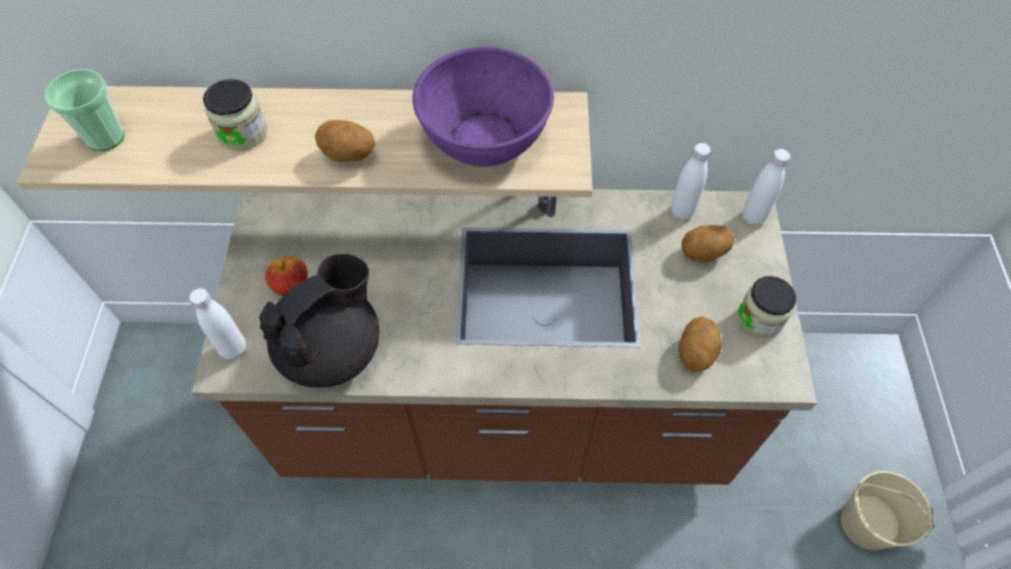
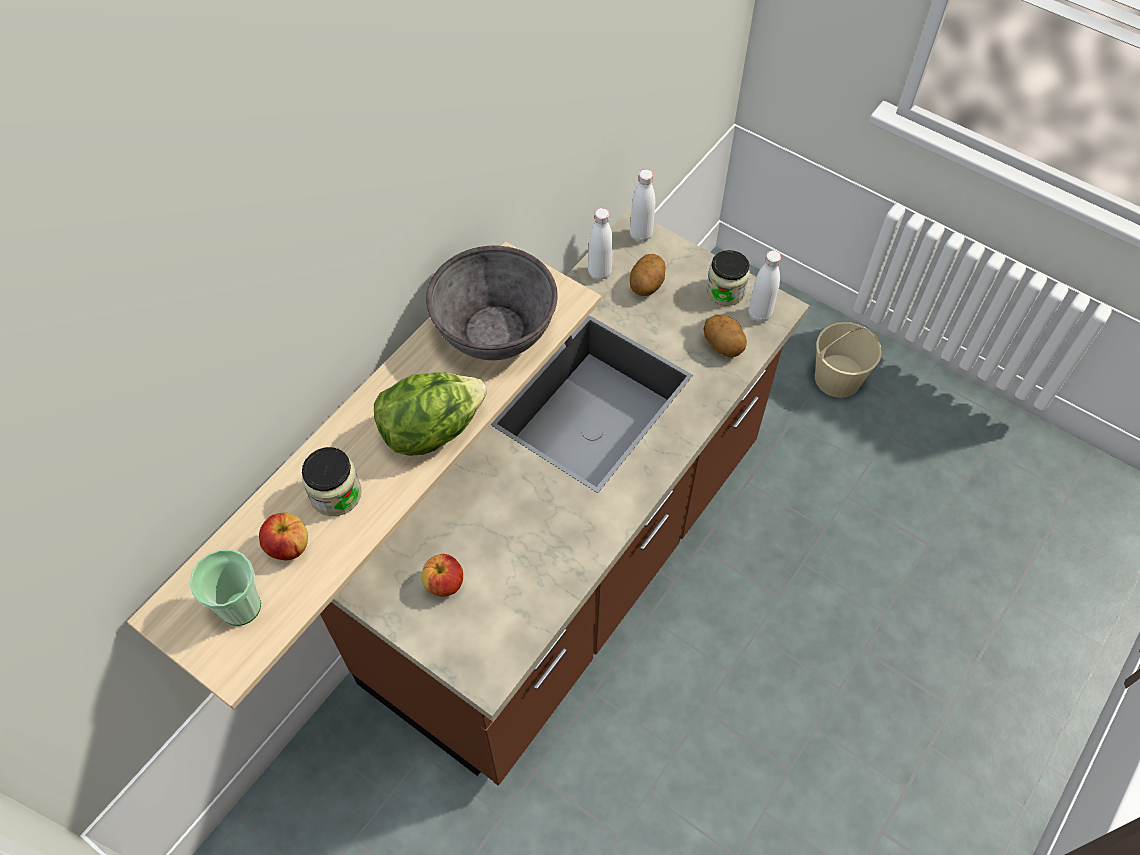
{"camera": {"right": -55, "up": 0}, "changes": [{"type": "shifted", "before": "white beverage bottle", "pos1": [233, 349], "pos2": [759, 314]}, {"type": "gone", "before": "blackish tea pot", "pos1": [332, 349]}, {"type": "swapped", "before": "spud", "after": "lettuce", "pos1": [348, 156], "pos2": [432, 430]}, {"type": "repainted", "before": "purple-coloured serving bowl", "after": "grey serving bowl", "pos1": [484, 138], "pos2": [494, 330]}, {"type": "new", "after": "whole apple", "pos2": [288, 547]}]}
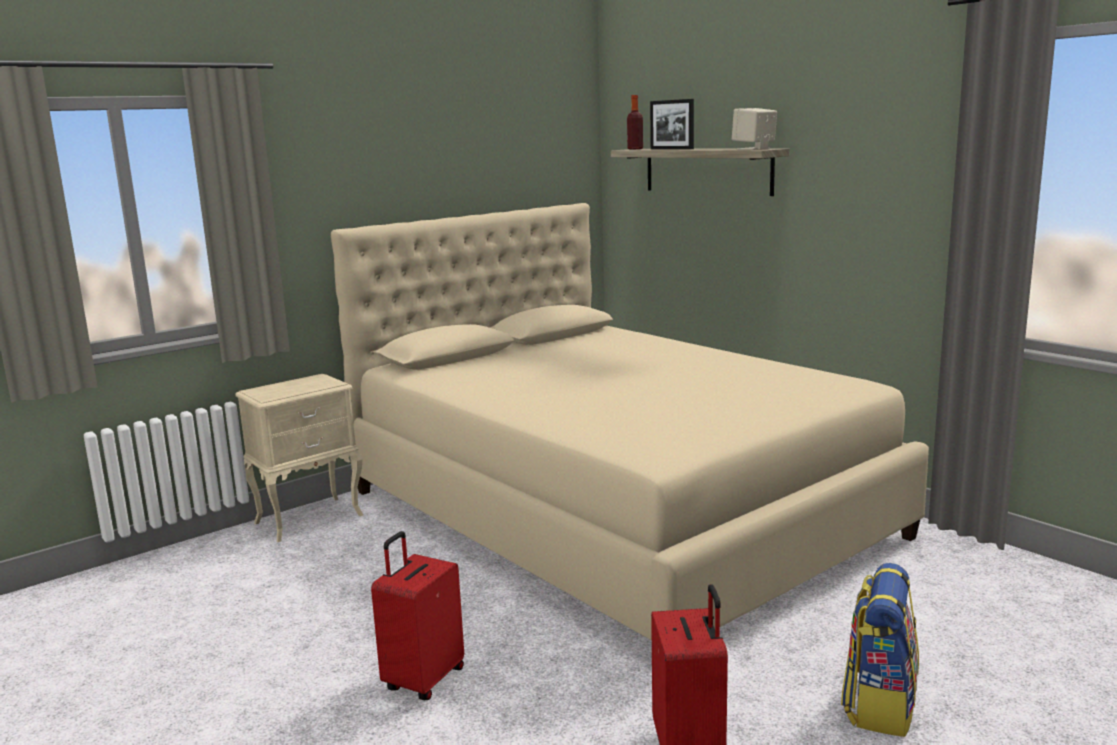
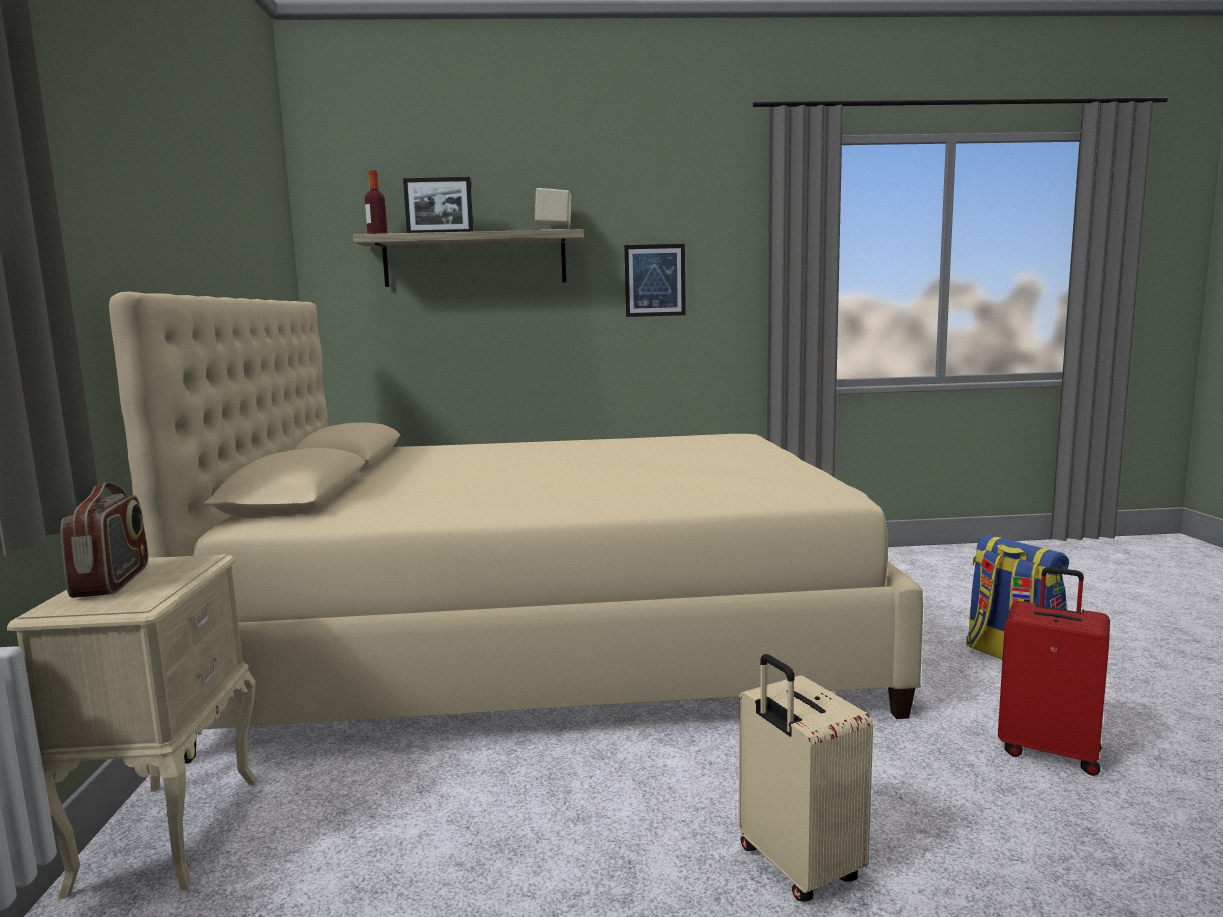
{"camera": {"right": -55, "up": -5}, "changes": [{"type": "repainted", "before": "red-coloured piece of luggage", "after": "beige-coloured piece of luggage", "pos1": [423, 679], "pos2": [796, 867]}, {"type": "new", "after": "radio", "pos2": [113, 581]}, {"type": "new", "after": "wall picture", "pos2": [655, 280]}]}
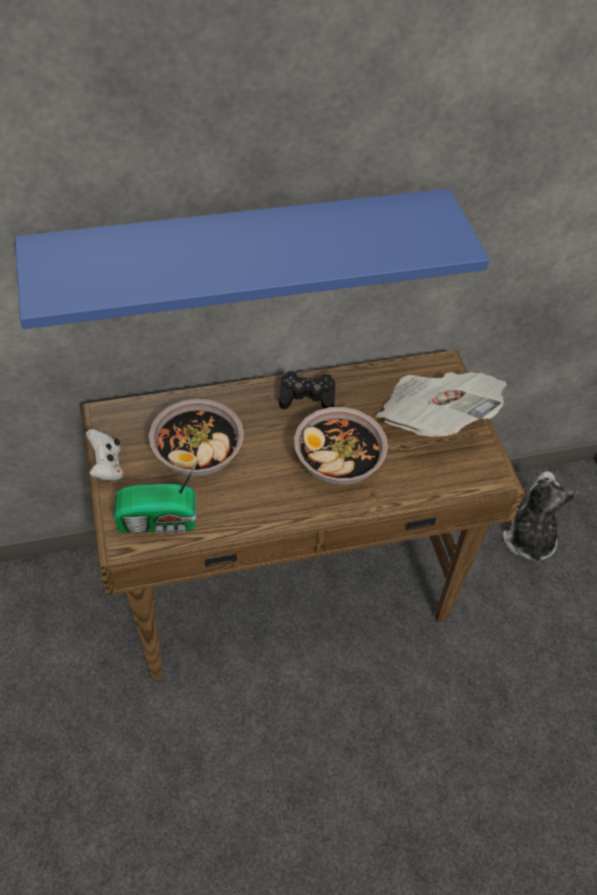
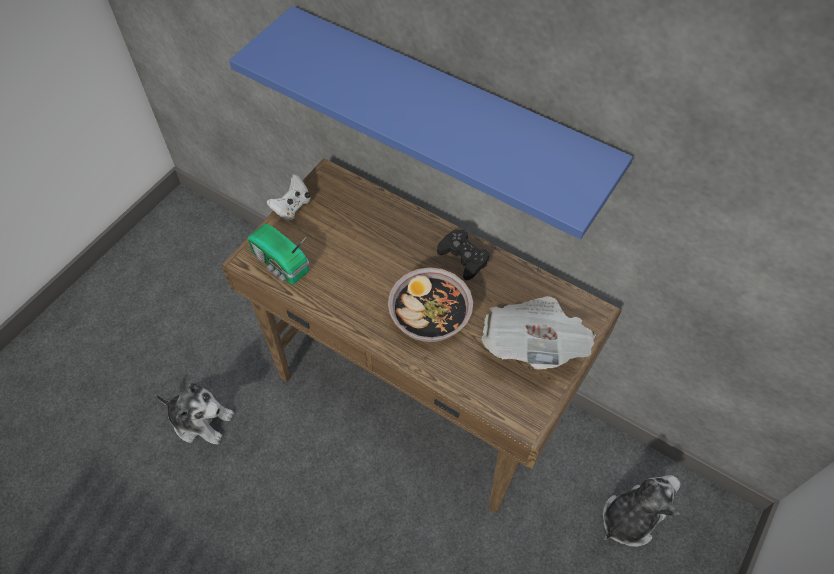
{"camera": {"right": 50, "up": 5}, "changes": [{"type": "gone", "before": "serving bowl", "pos1": [198, 453]}, {"type": "new", "after": "plush toy", "pos2": [201, 420]}]}
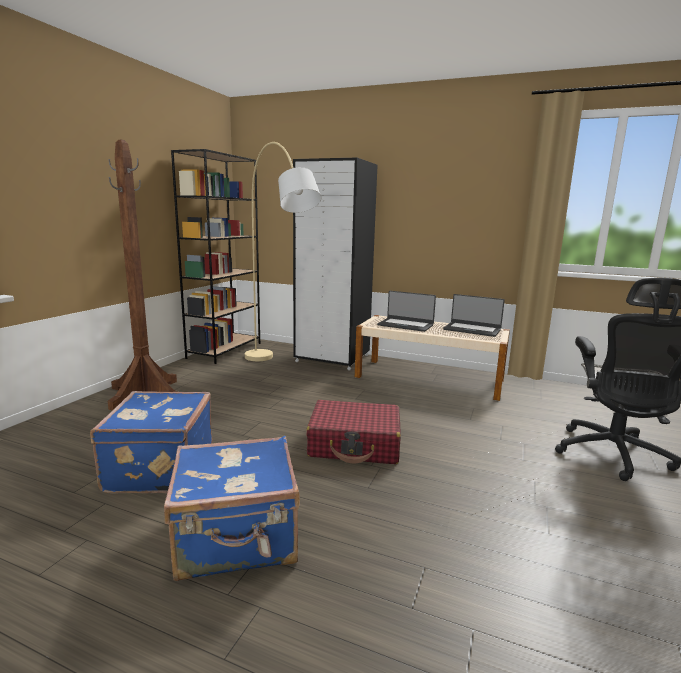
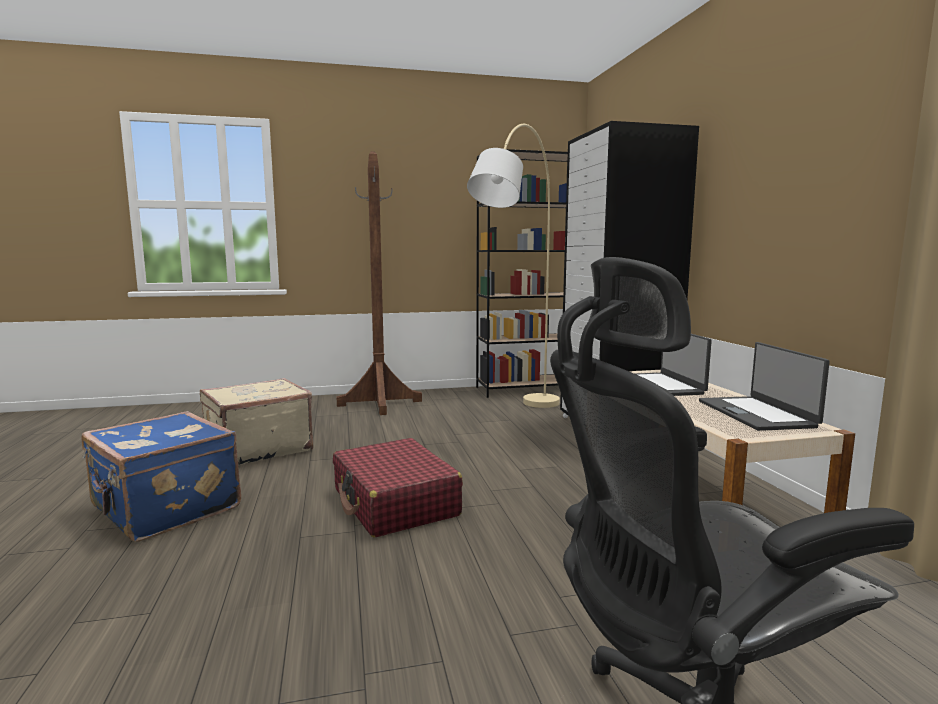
{"camera": {"right": 55, "up": -5}, "changes": [{"type": "repainted", "before": "bluish piece of luggage", "after": "beige-coloured piece of luggage", "pos1": [158, 468], "pos2": [257, 449]}]}
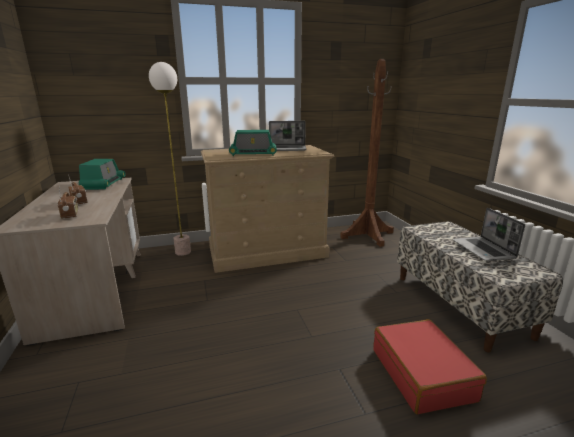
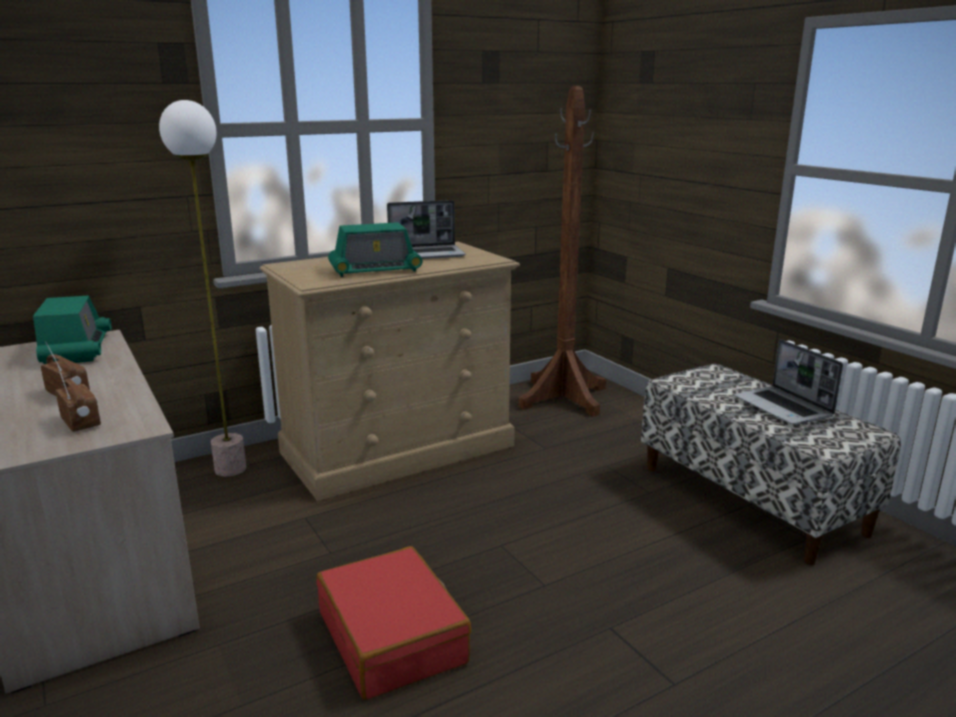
{"camera": {"right": -15, "up": 0}, "changes": [{"type": "shifted", "before": "red-coloured piece of luggage", "pos1": [422, 374], "pos2": [393, 637]}]}
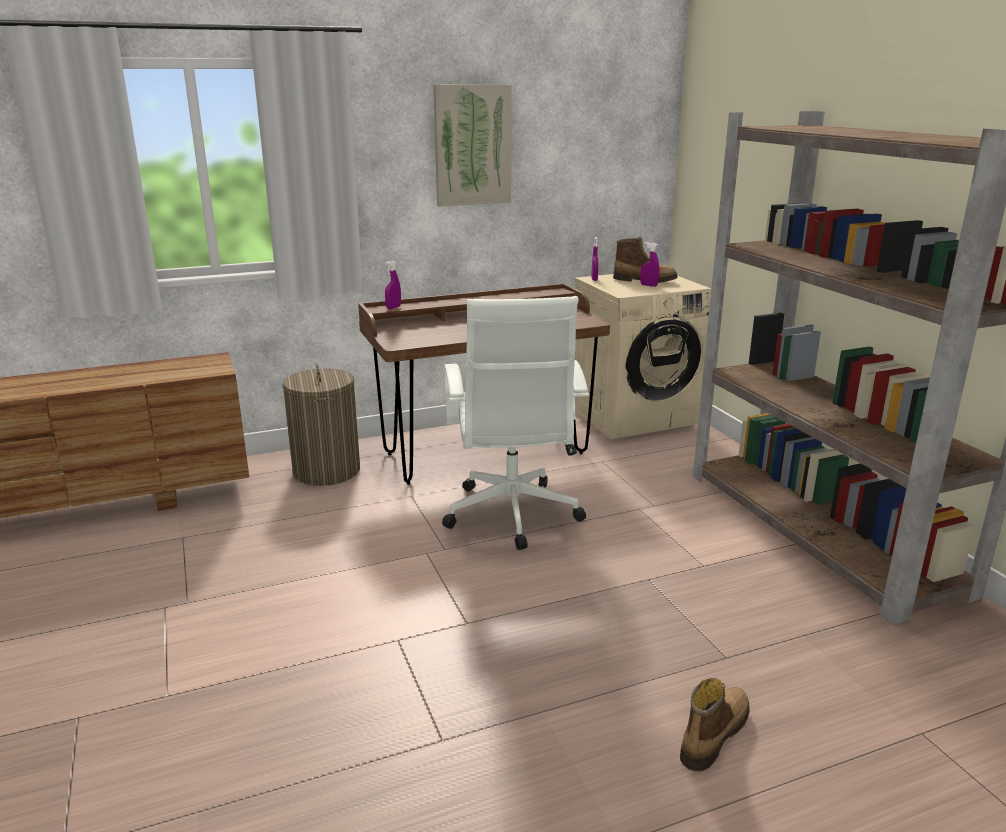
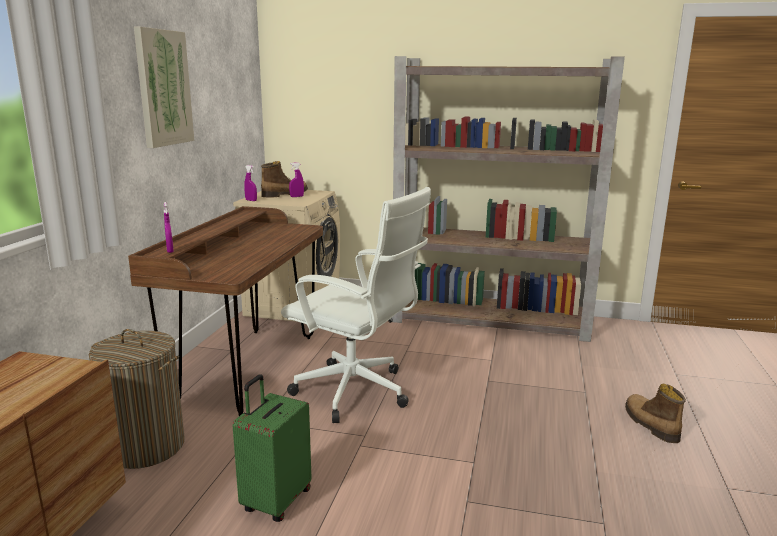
{"camera": {"right": -55, "up": -5}, "changes": [{"type": "new", "after": "green piece of luggage", "pos2": [275, 501]}]}
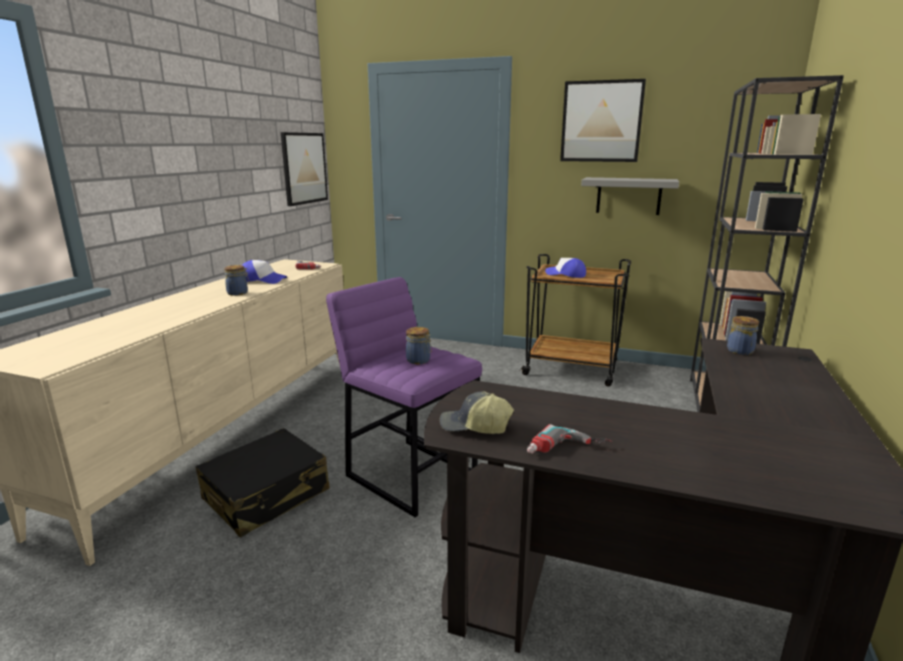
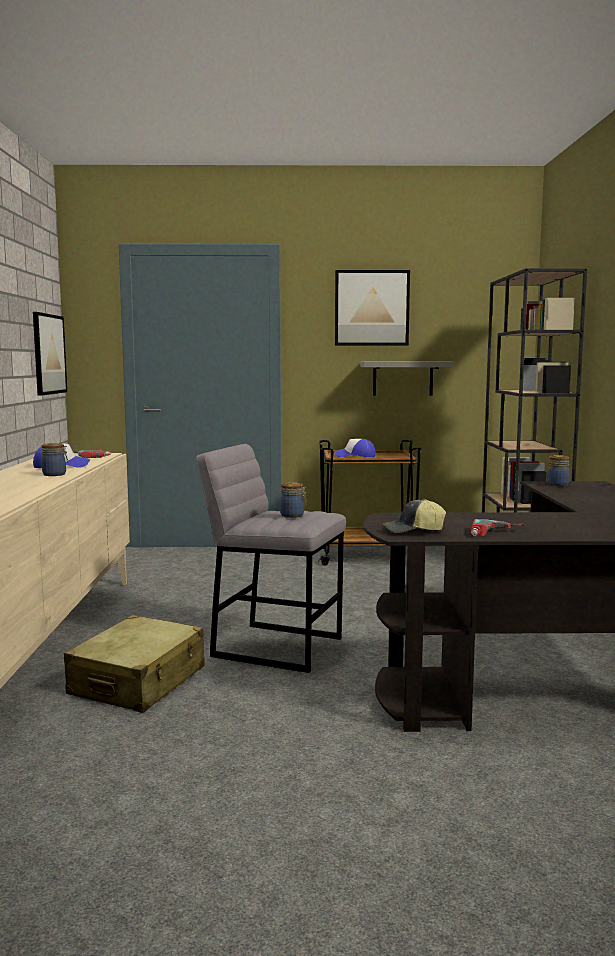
{"camera": {"right": -20, "up": -10}, "changes": [{"type": "repainted", "before": "blackish piece of luggage", "after": "beige-coloured piece of luggage", "pos1": [267, 495], "pos2": [138, 682]}, {"type": "repainted", "before": "purple-coloured stool", "after": "grey stool", "pos1": [408, 474], "pos2": [274, 646]}]}
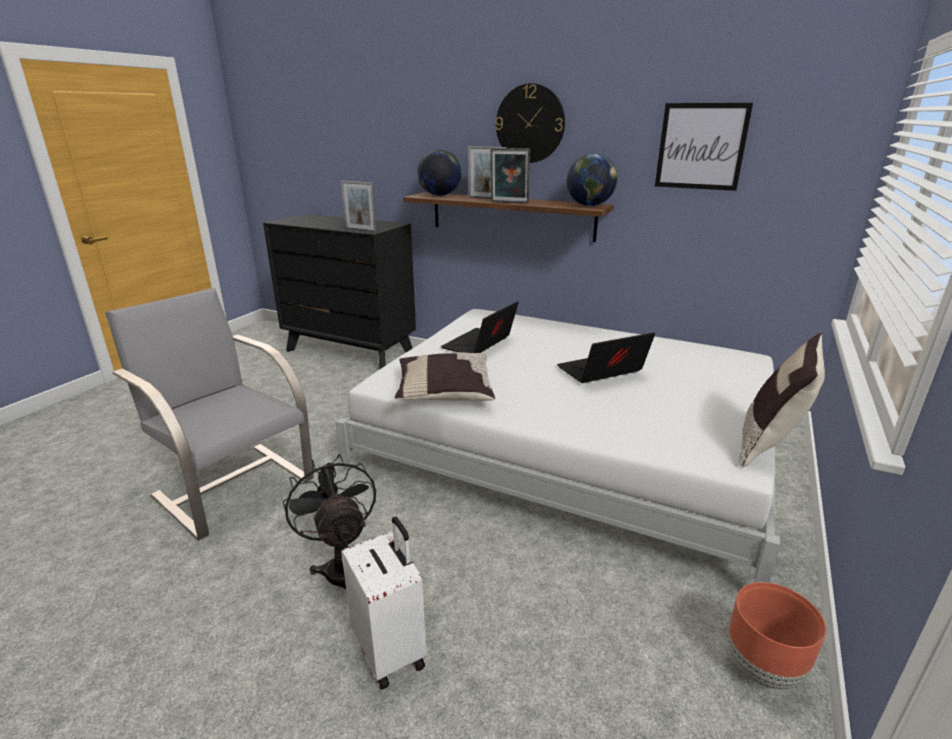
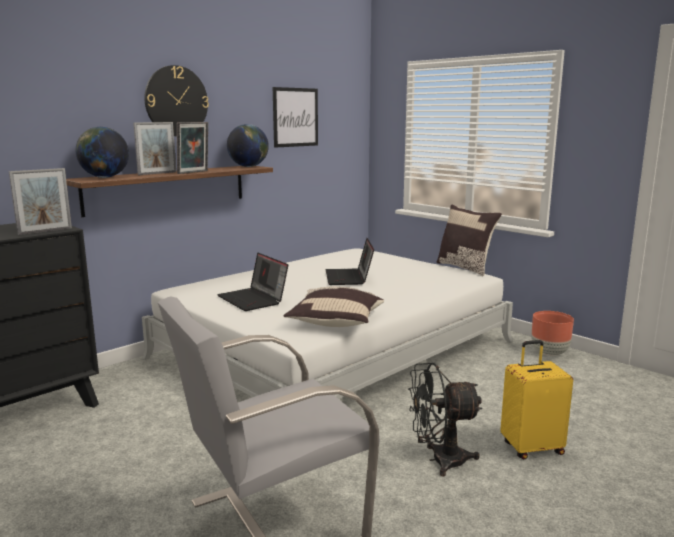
{"camera": {"right": -70, "up": -10}, "changes": [{"type": "repainted", "before": "white piece of luggage", "after": "yellow piece of luggage", "pos1": [391, 651], "pos2": [531, 447]}]}
